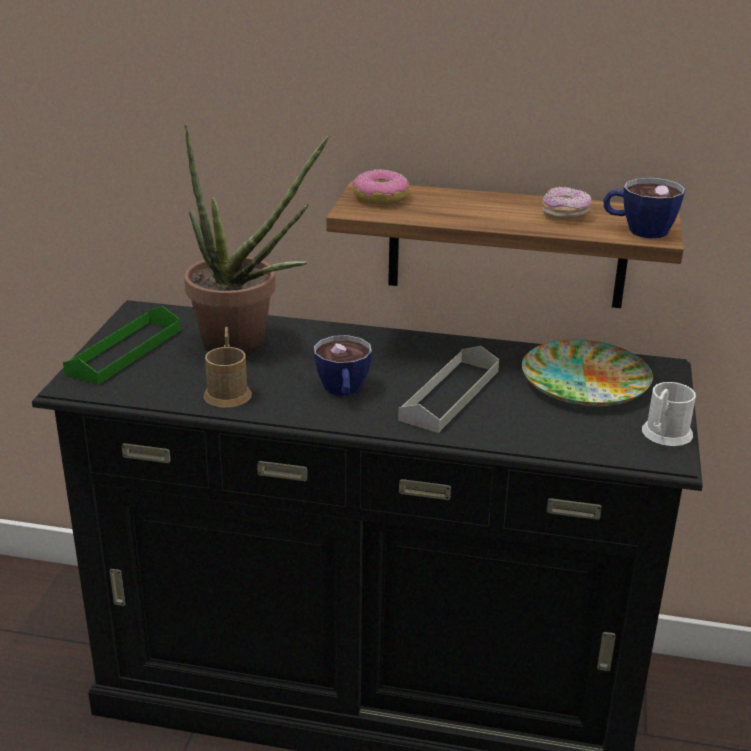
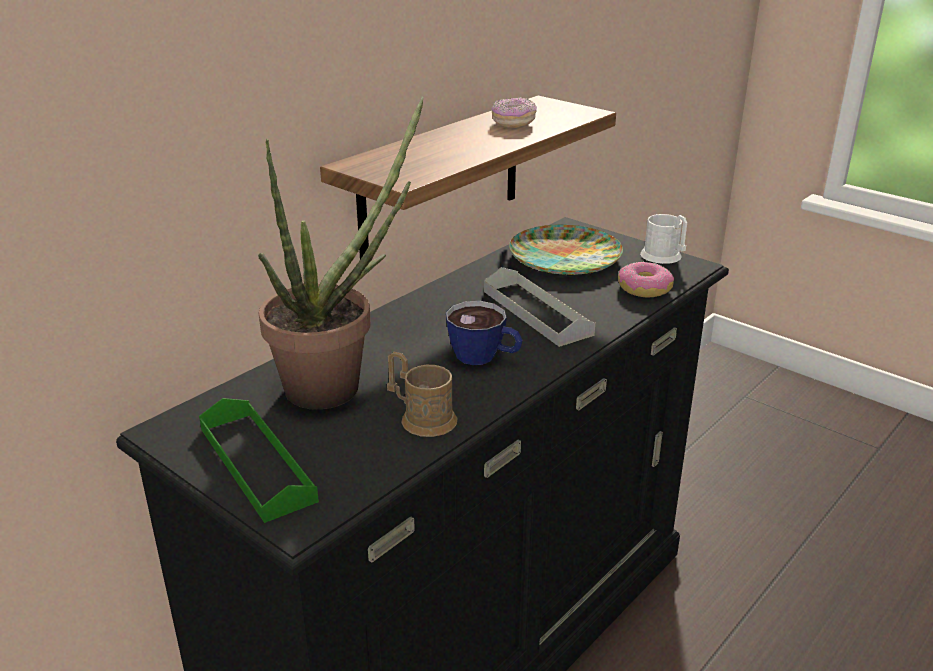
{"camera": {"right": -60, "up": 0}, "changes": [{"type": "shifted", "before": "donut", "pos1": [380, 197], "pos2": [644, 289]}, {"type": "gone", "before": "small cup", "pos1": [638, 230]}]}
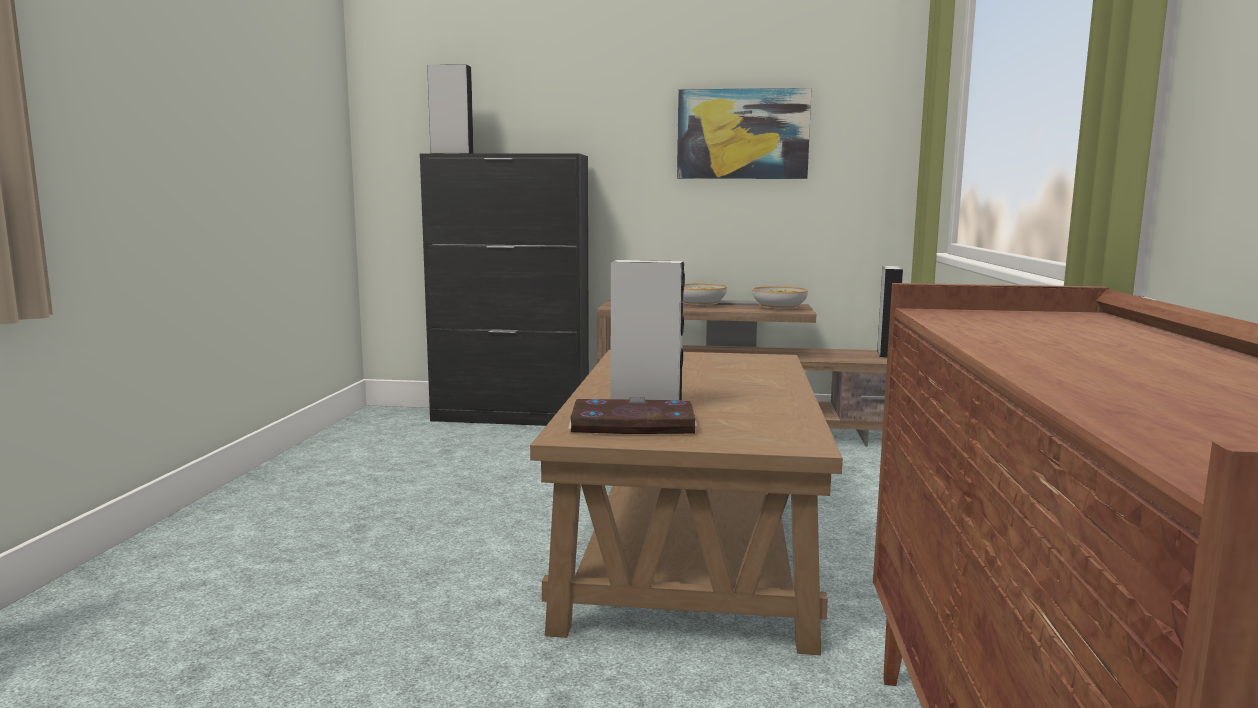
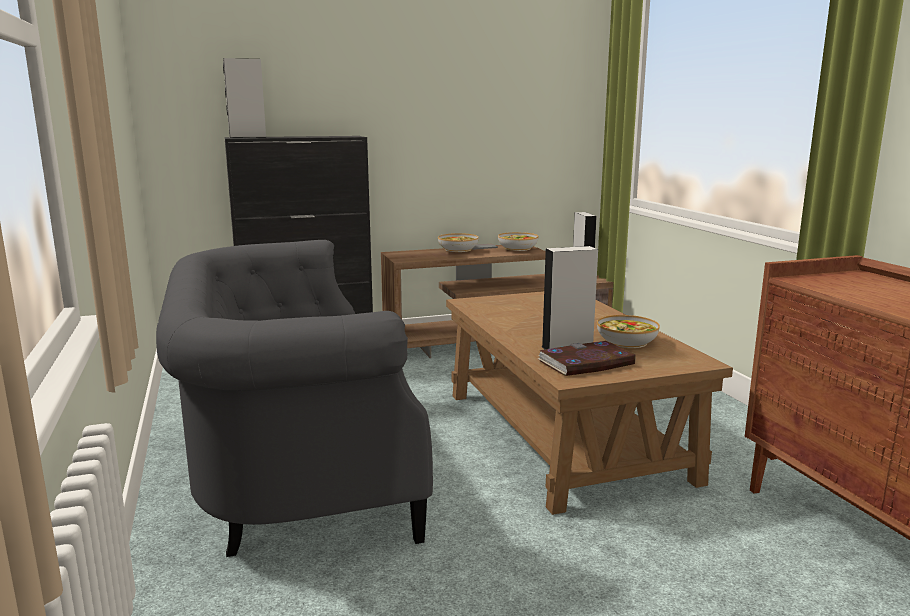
{"camera": {"right": -25, "up": 5}, "changes": [{"type": "gone", "before": "wall picture", "pos1": [742, 134]}, {"type": "new", "after": "grey settee", "pos2": [292, 466]}, {"type": "new", "after": "serving bowl", "pos2": [627, 341]}]}
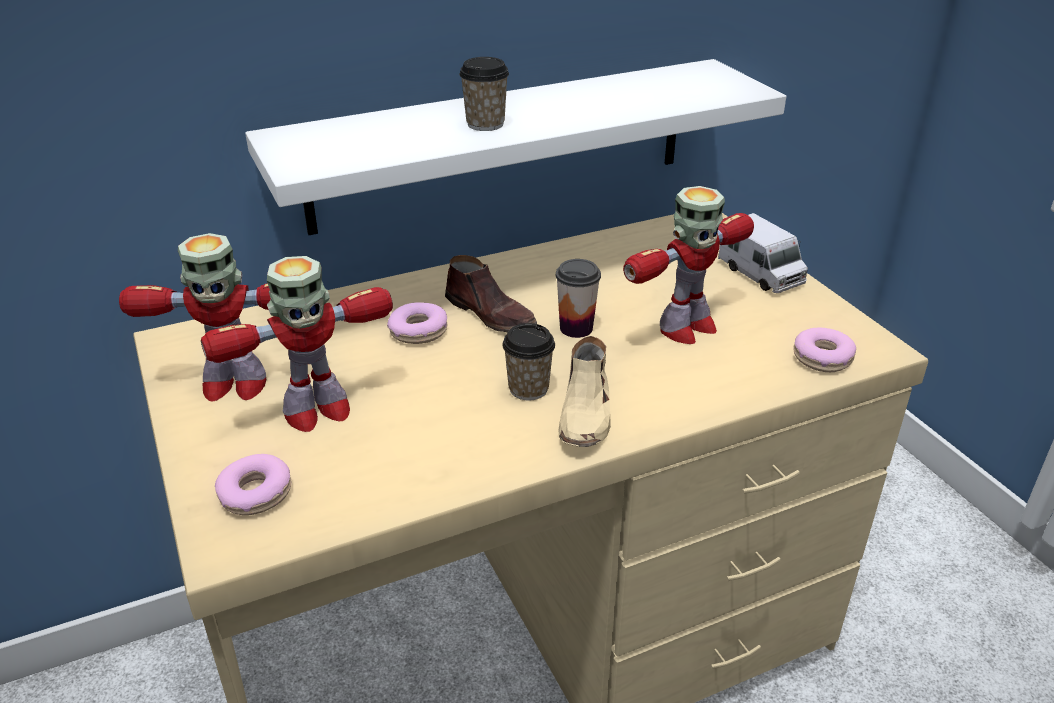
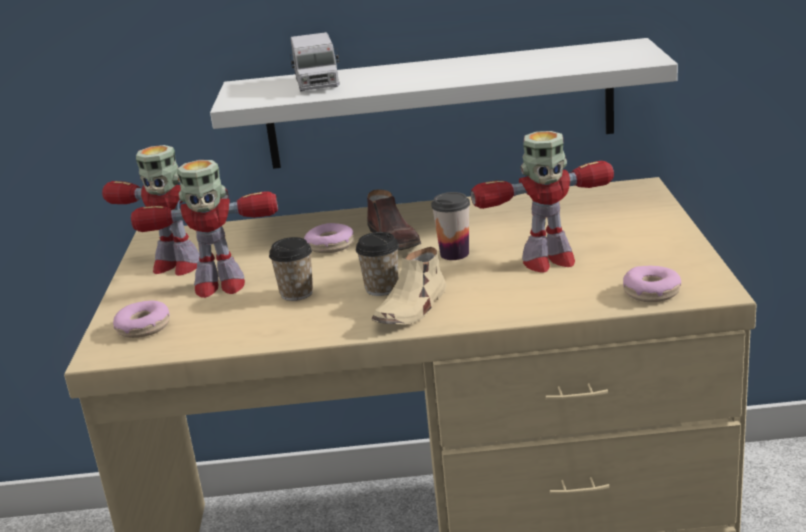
{"camera": {"right": 25, "up": -10}, "changes": [{"type": "shifted", "before": "small cup", "pos1": [485, 124], "pos2": [296, 293]}, {"type": "shifted", "before": "model truck", "pos1": [760, 274], "pos2": [317, 83]}]}
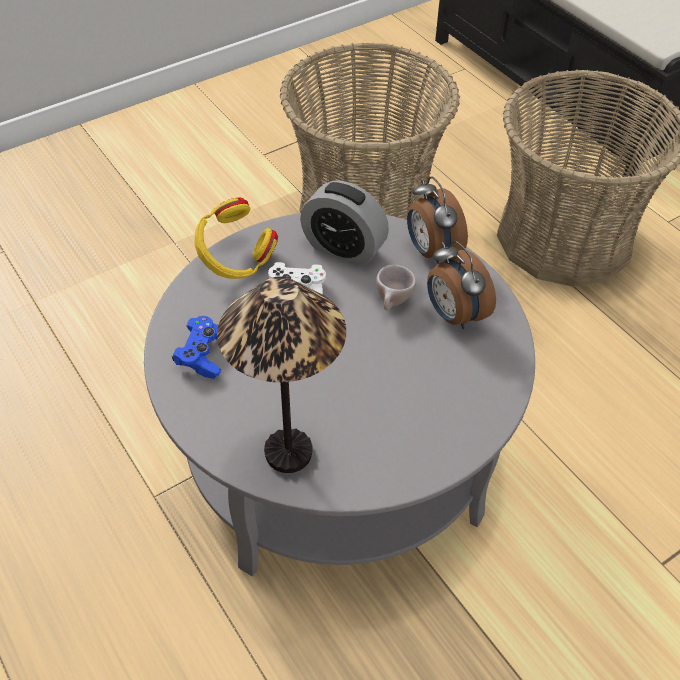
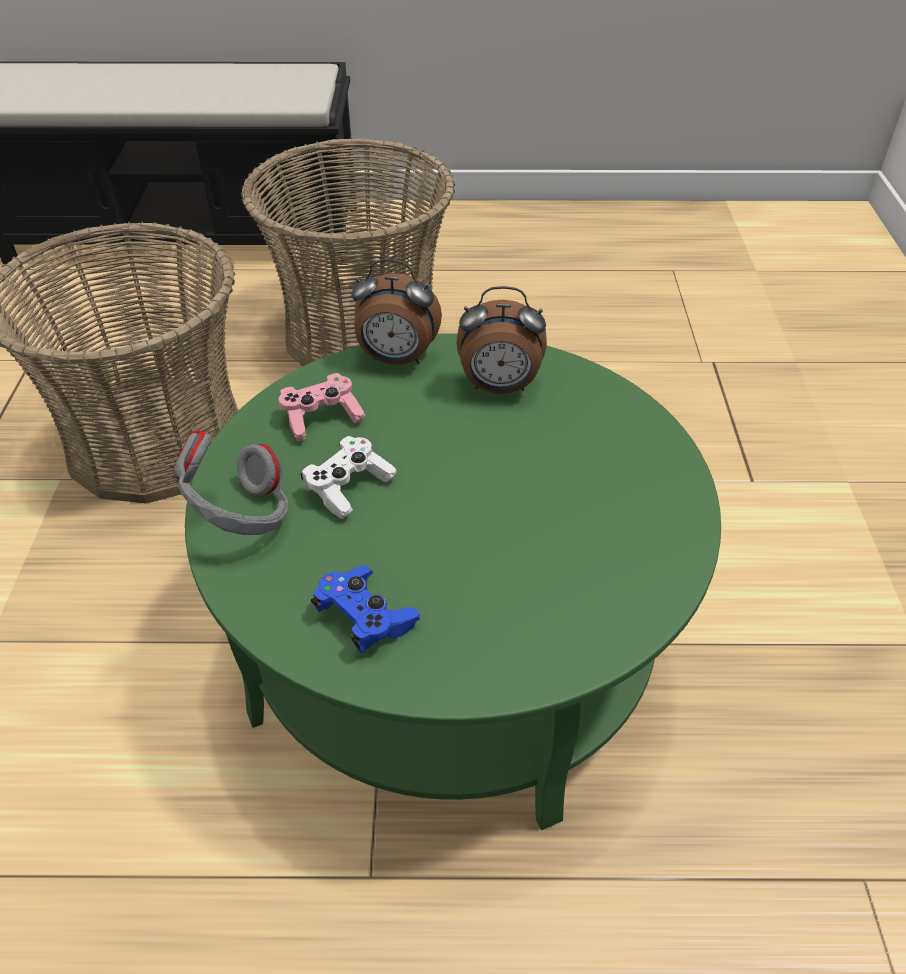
{"camera": {"right": -55, "up": -5}, "changes": [{"type": "repainted", "before": "grey coffee table", "after": "green coffee table", "pos1": [338, 447], "pos2": [453, 641]}, {"type": "repainted", "before": "yellow pair of headphones", "after": "grey pair of headphones", "pos1": [236, 262], "pos2": [240, 517]}, {"type": "gone", "before": "table lamp", "pos1": [289, 454]}, {"type": "swapped", "before": "bedside clock", "after": "pink-coloured gamepad", "pos1": [343, 248], "pos2": [321, 418]}, {"type": "gone", "before": "beige-coloured small cup", "pos1": [393, 304]}]}
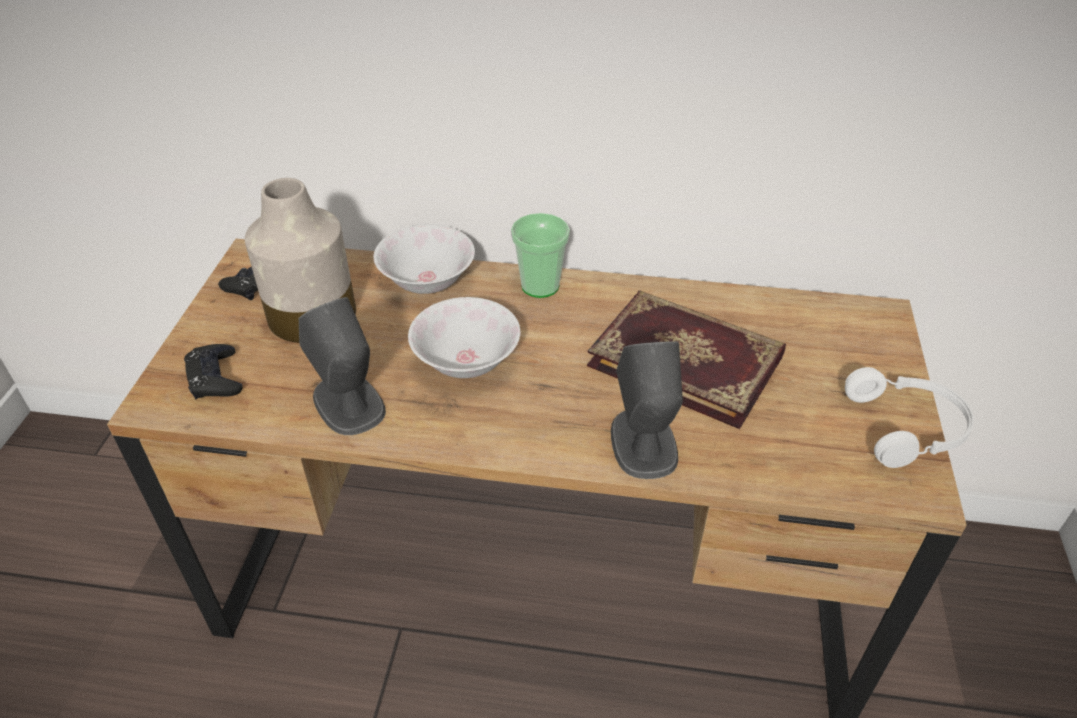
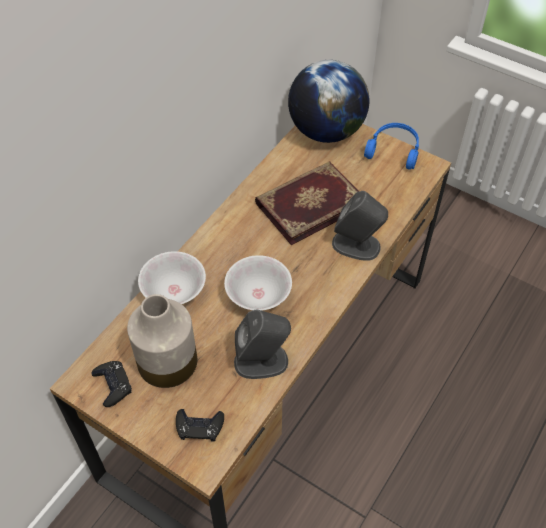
{"camera": {"right": -65, "up": 10}, "changes": [{"type": "gone", "before": "small cup", "pos1": [540, 286]}, {"type": "repainted", "before": "white pair of headphones", "after": "bluish pair of headphones", "pos1": [908, 428], "pos2": [394, 150]}, {"type": "new", "after": "world globe", "pos2": [326, 131]}]}
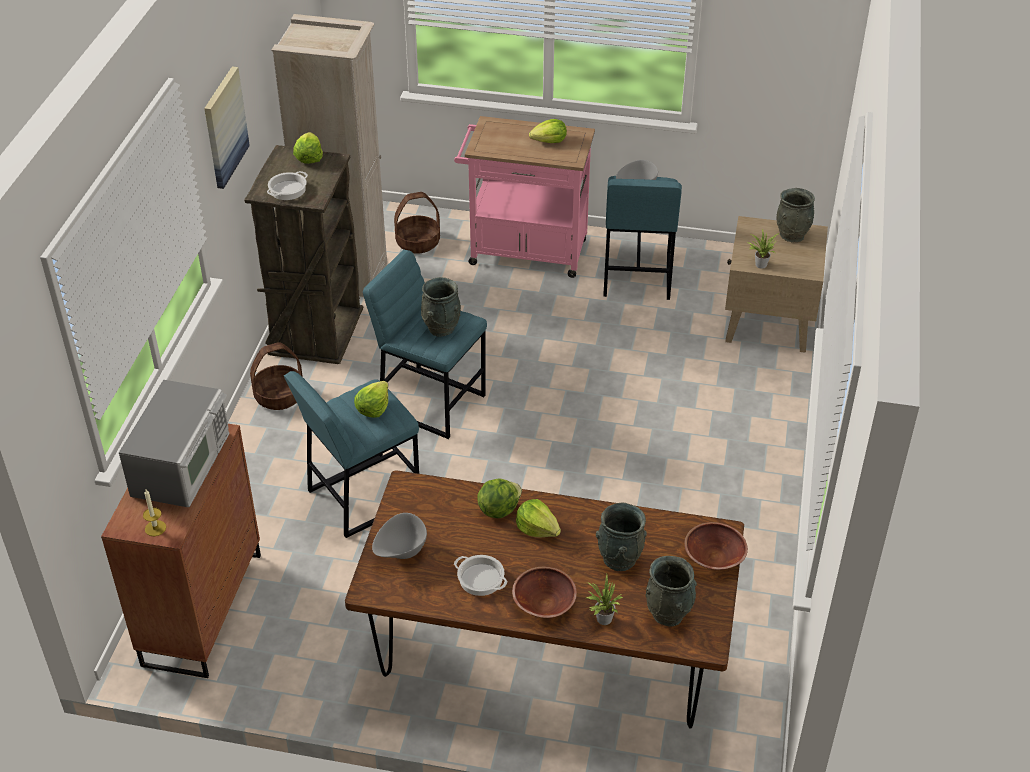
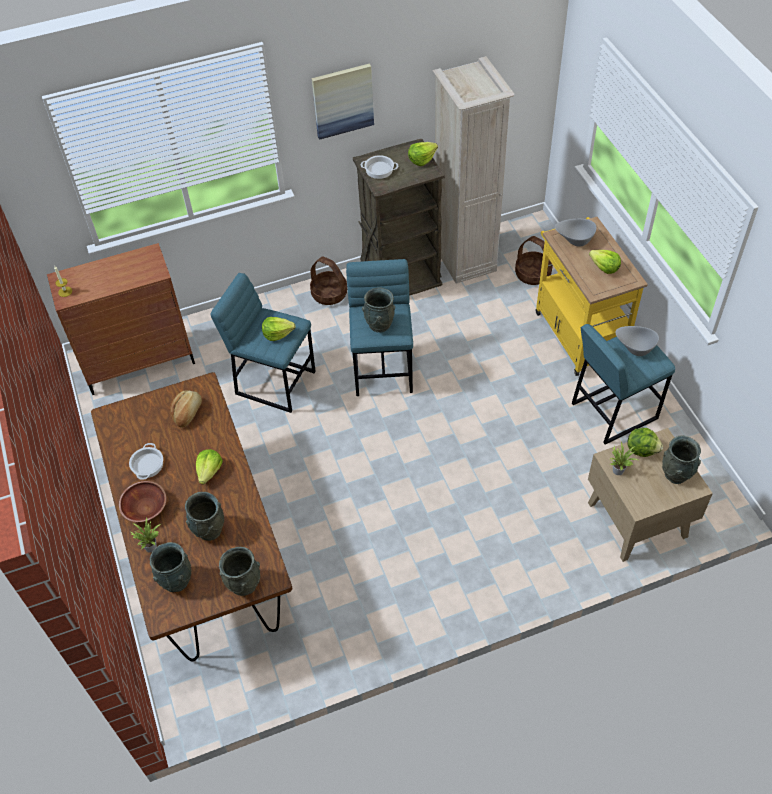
{"camera": {"right": 60, "up": 10}, "changes": [{"type": "gone", "before": "microwave oven", "pos1": [183, 464]}, {"type": "shifted", "before": "grey serving bowl", "pos1": [400, 552], "pos2": [574, 240]}, {"type": "repainted", "before": "pink-coloured wheeled cart", "after": "yellow wheeled cart", "pos1": [524, 252], "pos2": [577, 334]}, {"type": "shifted", "before": "lettuce", "pos1": [498, 509], "pos2": [642, 449]}, {"type": "swapped", "before": "brownish serving bowl", "after": "grey vase", "pos1": [713, 558], "pos2": [244, 584]}, {"type": "new", "after": "baked bread", "pos2": [188, 413]}]}
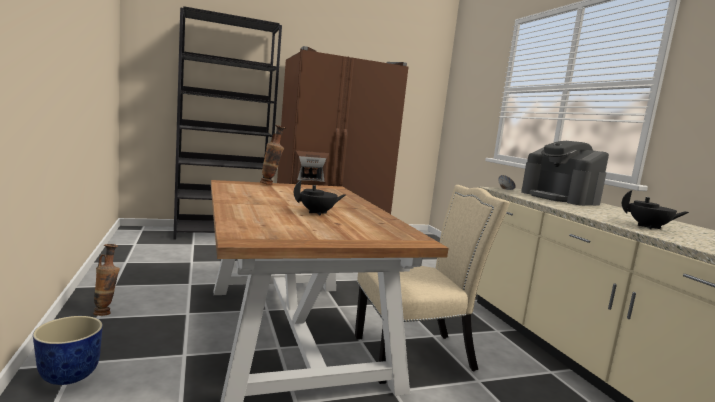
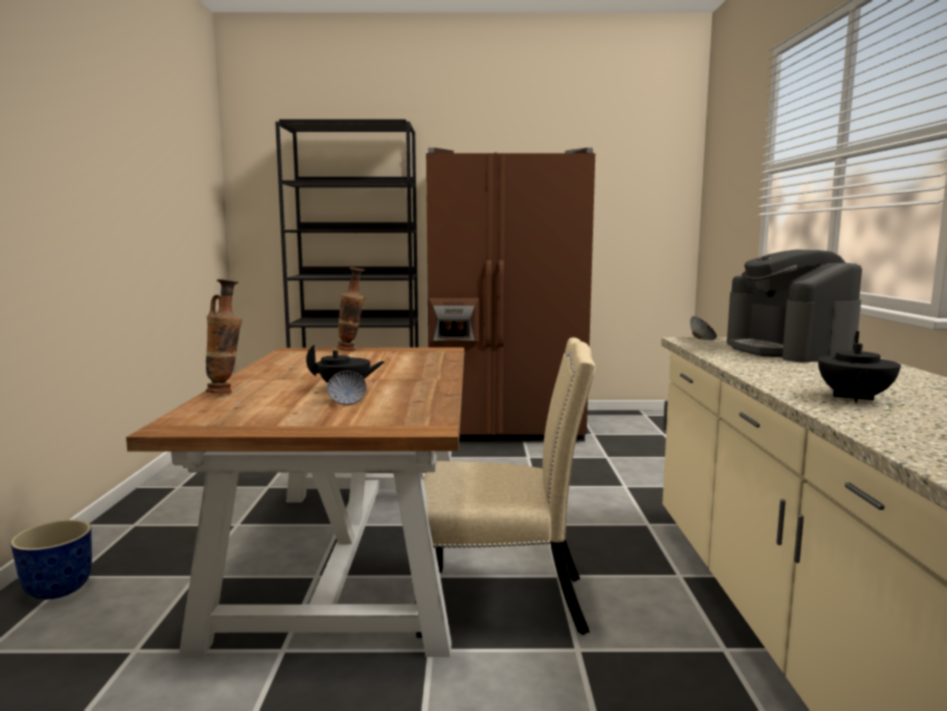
{"camera": {"right": 20, "up": 0}, "changes": [{"type": "shifted", "before": "vase", "pos1": [106, 312], "pos2": [226, 392]}, {"type": "rotated", "before": "blackish tea pot", "pos1": [649, 227], "pos2": [853, 398], "turn": 75}, {"type": "new", "after": "serving bowl", "pos2": [347, 402]}]}
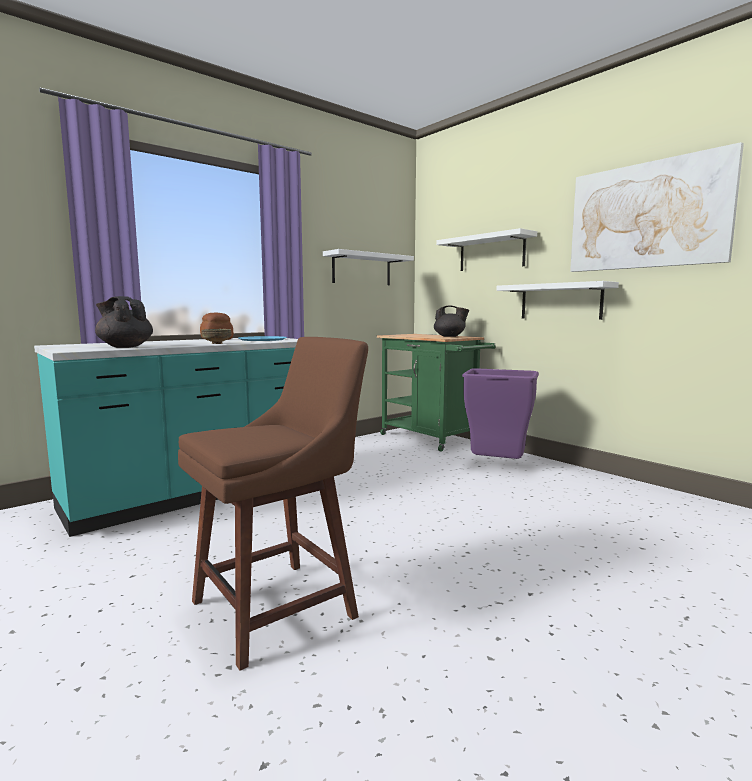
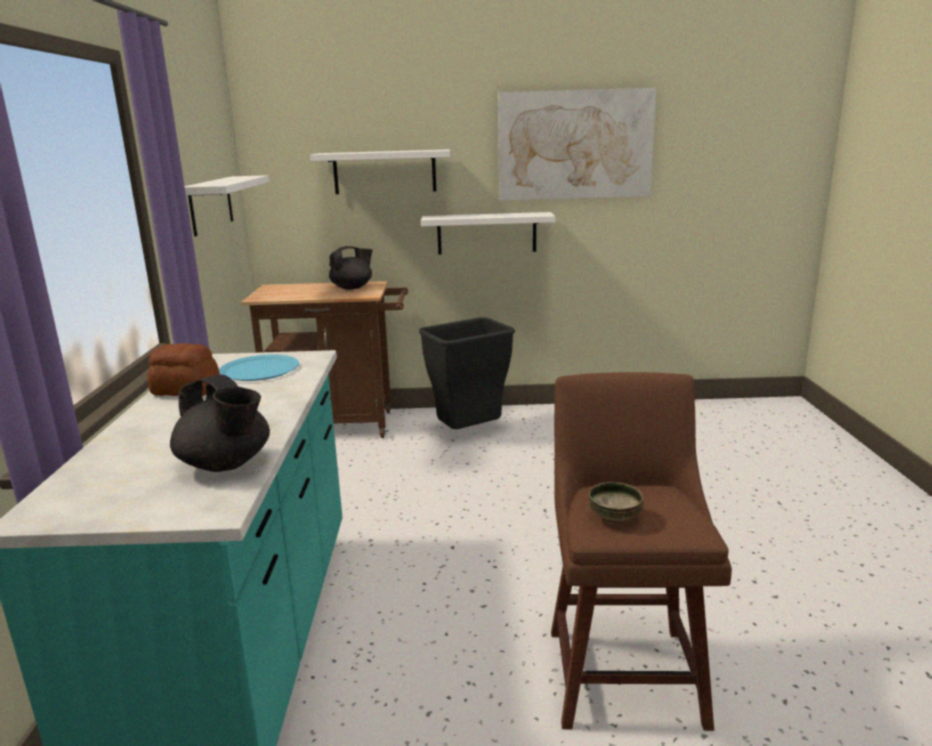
{"camera": {"right": -50, "up": 10}, "changes": [{"type": "rotated", "before": "blackish tea pot", "pos1": [125, 347], "pos2": [226, 464], "turn": -120}, {"type": "shifted", "before": "serving bowl", "pos1": [217, 343], "pos2": [615, 517]}, {"type": "repainted", "before": "green wheeled cart", "after": "brownish wheeled cart", "pos1": [432, 439], "pos2": [341, 425]}, {"type": "repainted", "before": "purple-coloured waste bin", "after": "blackish waste bin", "pos1": [498, 467], "pos2": [469, 434]}]}
